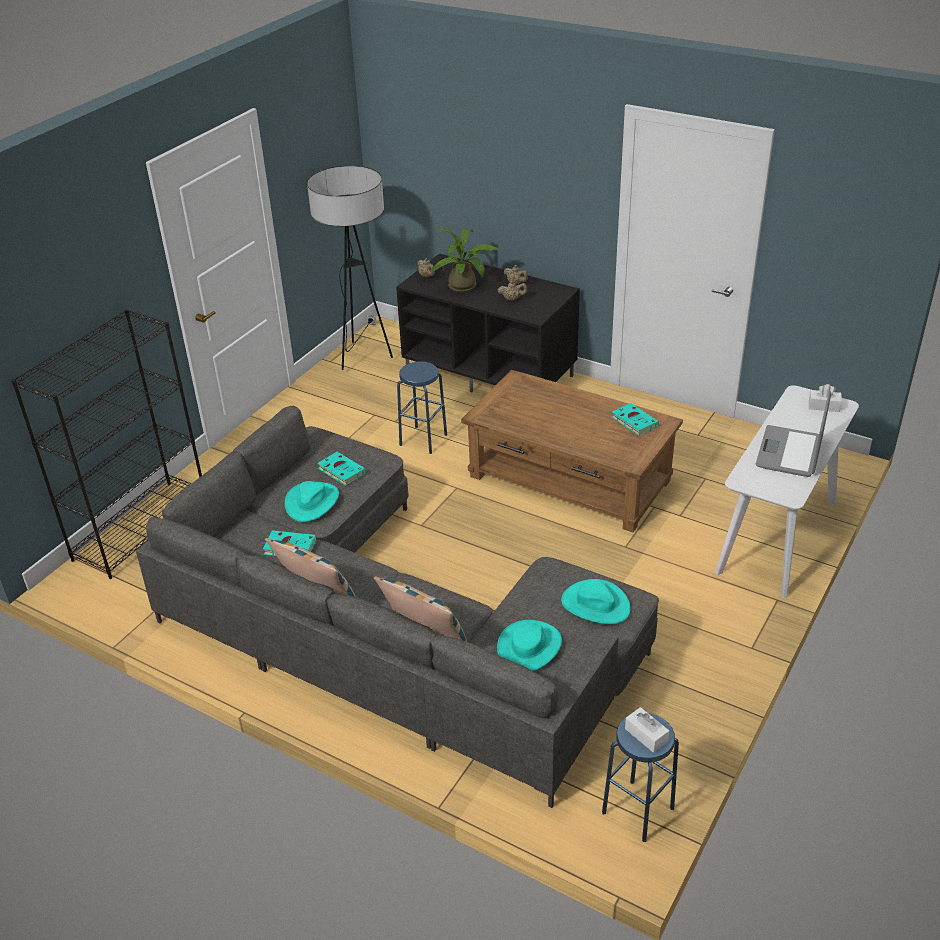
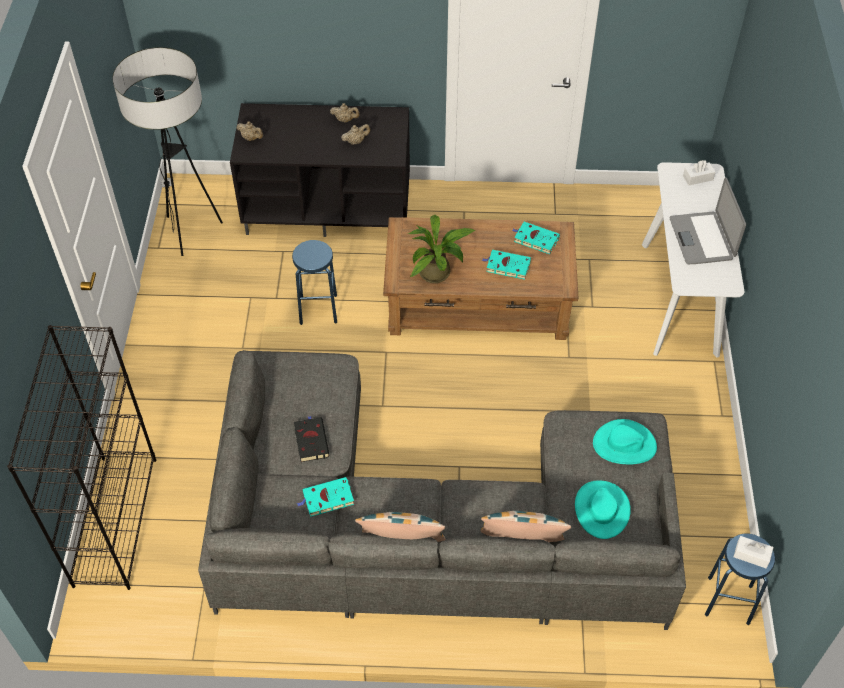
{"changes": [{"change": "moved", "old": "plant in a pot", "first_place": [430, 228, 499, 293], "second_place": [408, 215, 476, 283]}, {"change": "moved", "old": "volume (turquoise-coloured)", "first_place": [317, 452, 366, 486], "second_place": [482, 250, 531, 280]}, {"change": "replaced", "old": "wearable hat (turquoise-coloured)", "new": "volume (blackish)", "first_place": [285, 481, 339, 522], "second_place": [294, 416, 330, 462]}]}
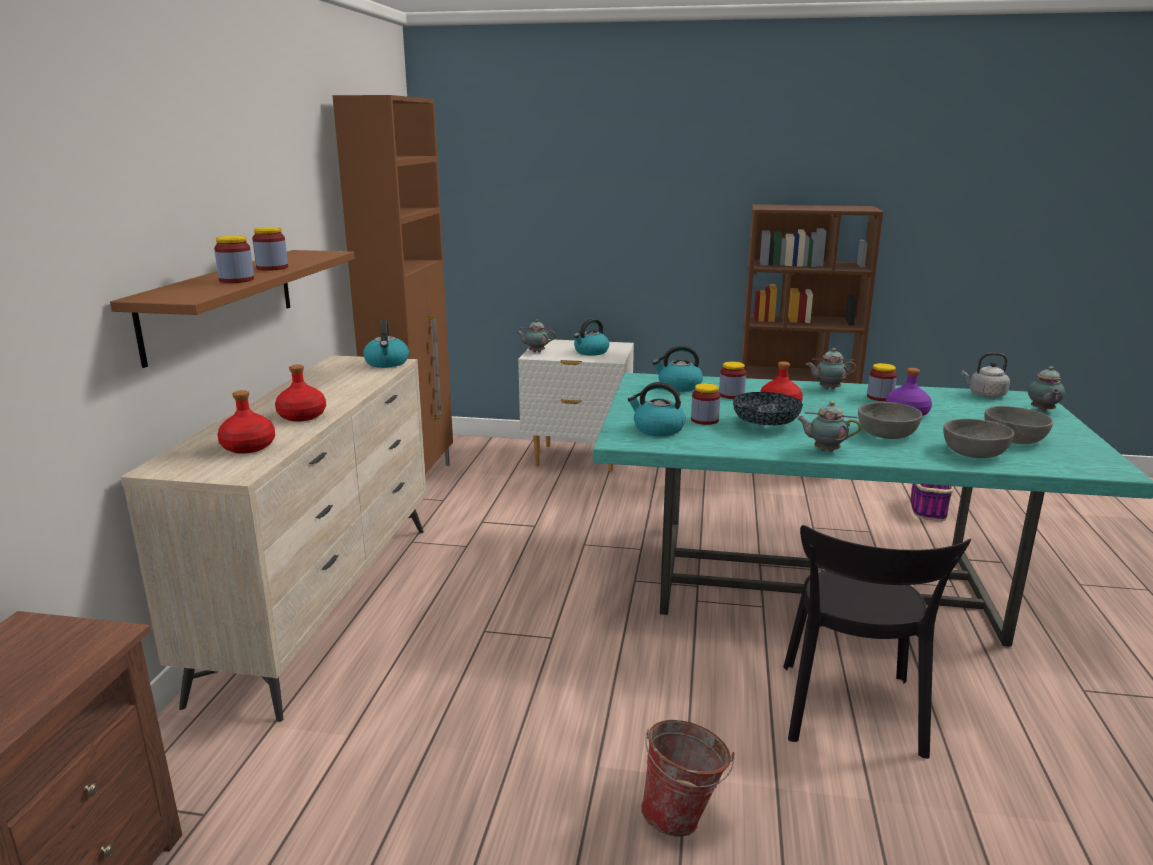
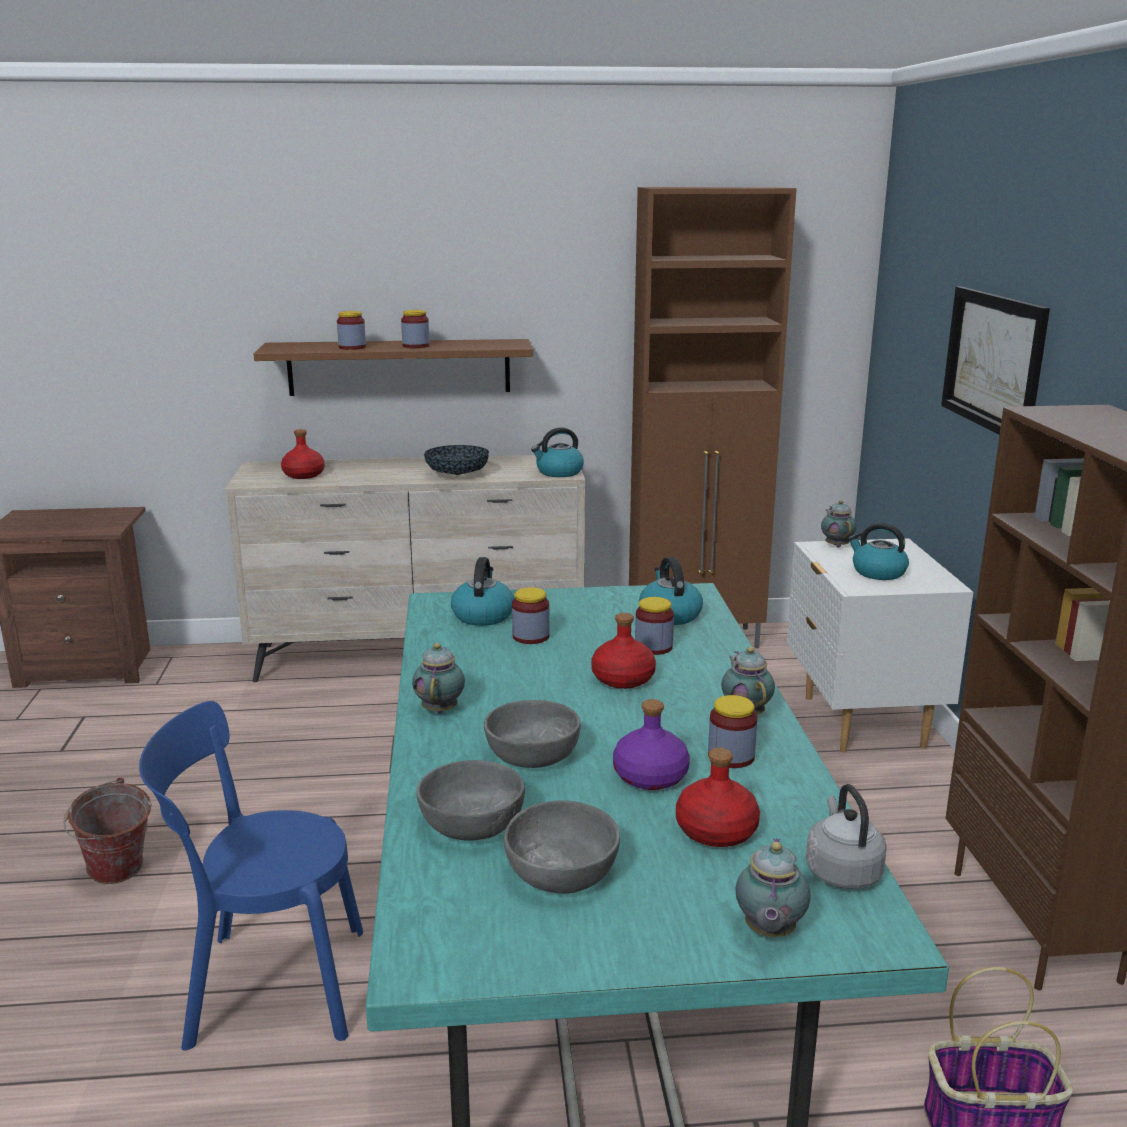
{"changes": [{"change": "moved", "old": "drink bottle (red)", "first_place": [275, 365, 326, 422], "second_place": [676, 748, 760, 847]}, {"change": "turned", "old": "tea pot", "first_place": [1028, 366, 1065, 412], "second_place": [736, 838, 811, 937], "degrees": -75}, {"change": "moved", "old": "deep dish", "first_place": [733, 392, 803, 425], "second_place": [424, 445, 489, 475]}, {"change": "recoloured", "old": "plain chair (blackish)", "new": "plain chair (bluish)", "first_place": [783, 525, 971, 759], "second_place": [139, 701, 363, 1051]}, {"change": "added", "new": "picture", "second_place": [941, 287, 1050, 435]}]}
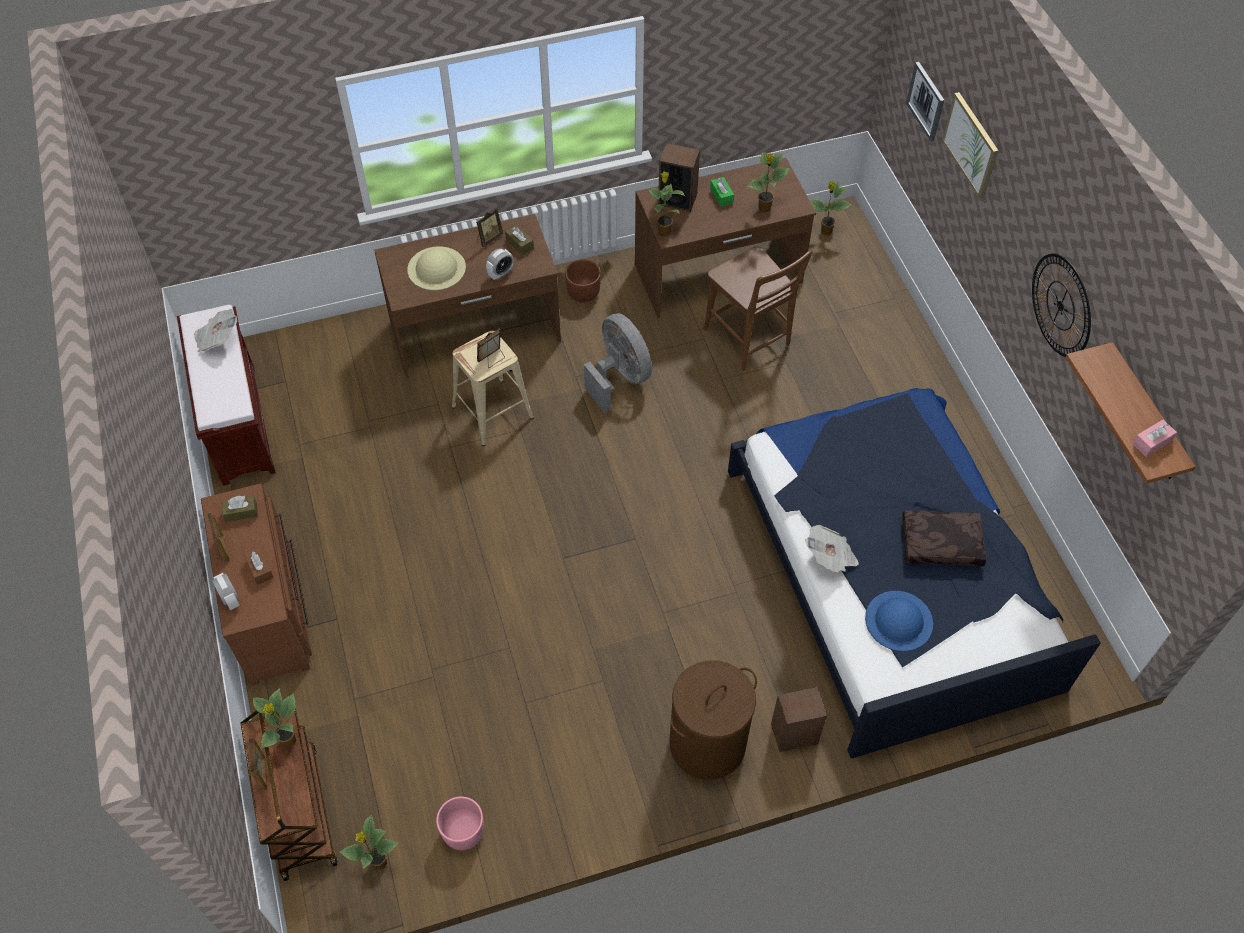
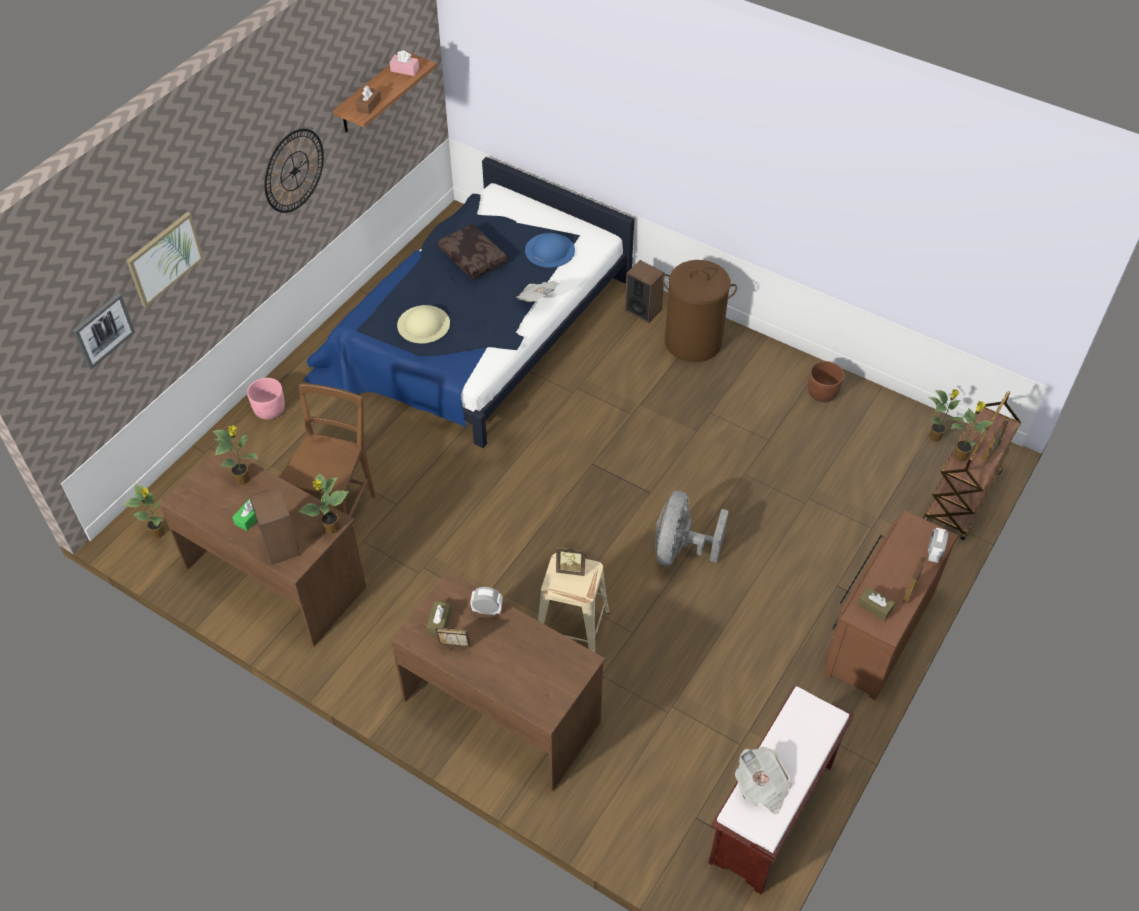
{"changes": [{"change": "moved", "old": "wearable hat (beige-coloured)", "first_place": [407, 246, 466, 290], "second_place": [397, 305, 450, 344]}, {"change": "moved", "old": "plant pot (brown)", "first_place": [565, 259, 601, 303], "second_place": [808, 361, 844, 402]}, {"change": "moved", "old": "fan (gray)", "first_place": [584, 313, 652, 413], "second_place": [655, 491, 729, 566]}, {"change": "moved", "old": "tissue holder (brown)", "first_place": [243, 546, 274, 585], "second_place": [356, 86, 381, 114]}, {"change": "moved", "old": "plant pot (pink)", "first_place": [436, 796, 484, 850], "second_place": [247, 378, 285, 420]}]}
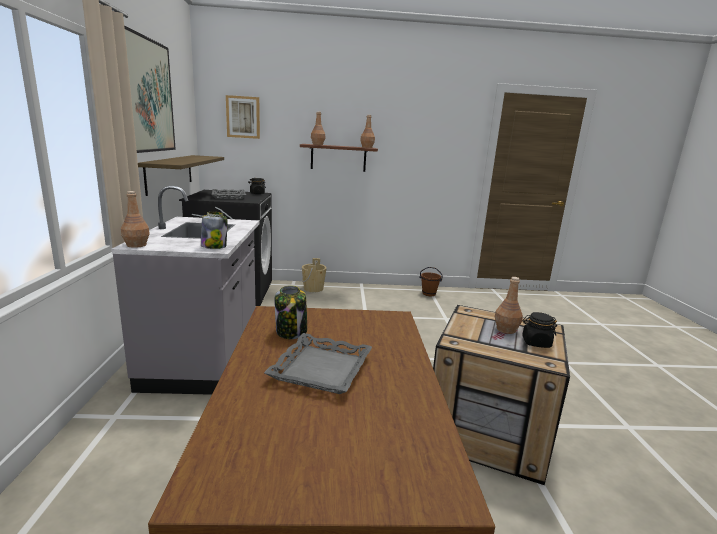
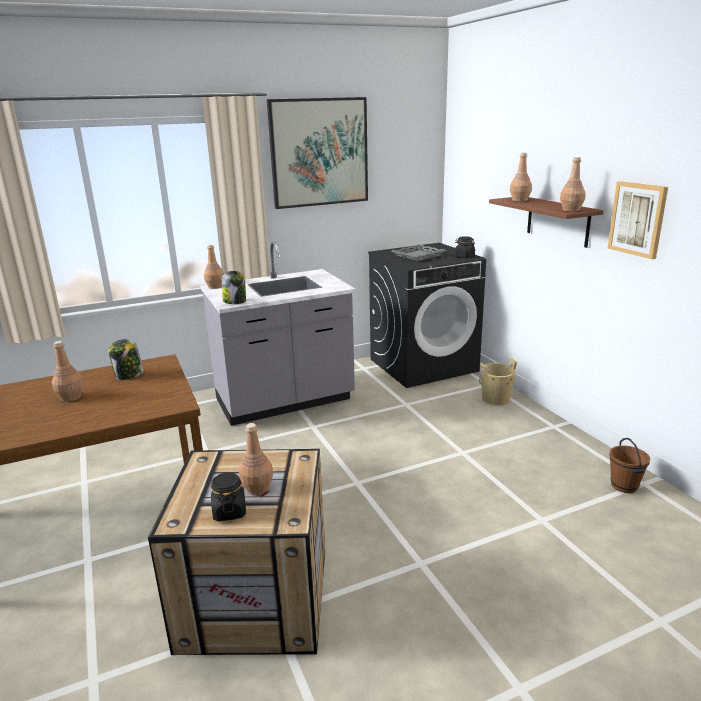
{"changes": [{"change": "moved", "old": "picture", "first_place": [226, 95, 260, 139], "second_place": [608, 181, 668, 259]}, {"change": "removed", "old": "wall shelf", "first_place": [138, 155, 224, 196]}, {"change": "replaced", "old": "serving tray (gray)", "new": "drink bottle (brown)", "first_place": [264, 333, 372, 394], "second_place": [52, 341, 83, 402]}]}
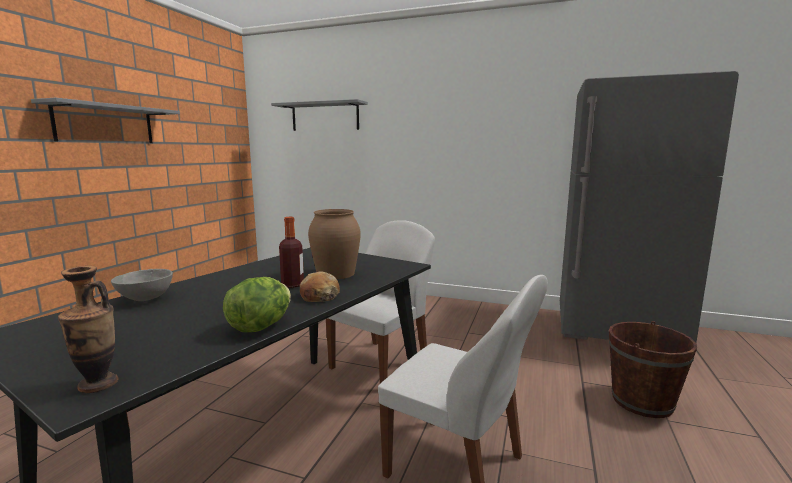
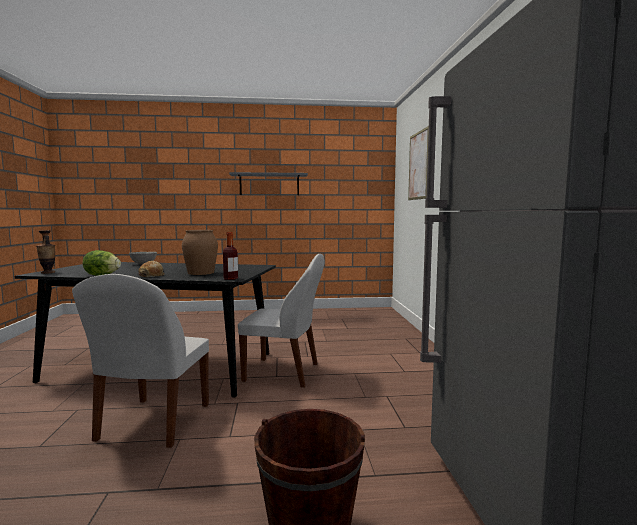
{"changes": [{"change": "replaced", "old": "wall shelf (gray)", "new": "picture", "first_place": [271, 99, 368, 131], "second_place": [408, 126, 429, 200]}, {"change": "moved", "old": "drink bottle", "first_place": [279, 217, 304, 288], "second_place": [223, 232, 238, 280]}]}
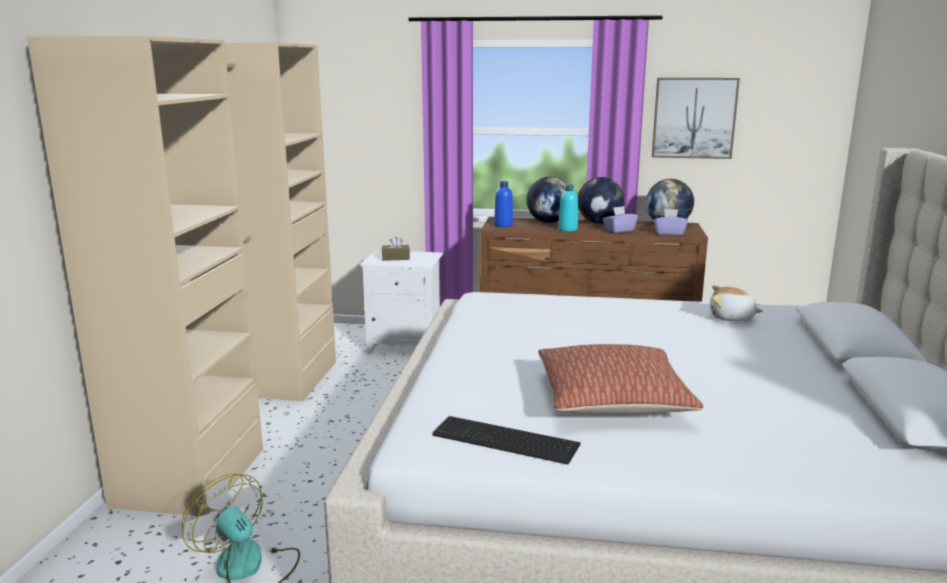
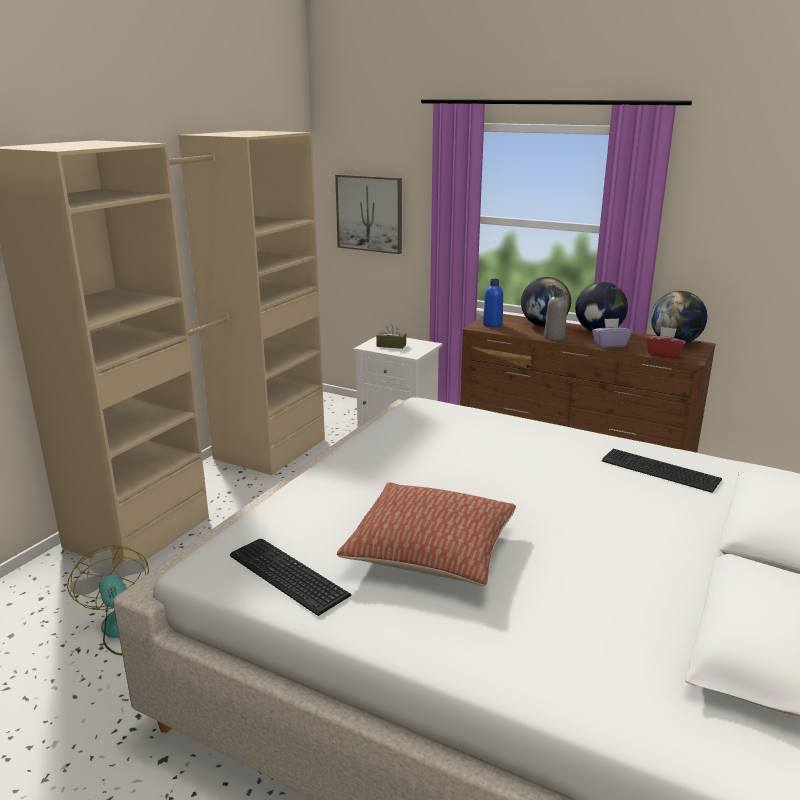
{"changes": [{"change": "moved", "old": "picture", "first_place": [652, 78, 740, 159], "second_place": [335, 174, 402, 254]}, {"change": "recoloured", "old": "drink bottle (turquoise-coloured)", "new": "drink bottle (gray)", "first_place": [558, 184, 578, 232], "second_place": [544, 289, 567, 340]}, {"change": "recoloured", "old": "tissue holder (purple)", "new": "tissue holder (red)", "first_place": [654, 209, 688, 235], "second_place": [647, 326, 686, 359]}, {"change": "replaced", "old": "soft toy", "new": "PC keyboard", "first_place": [710, 285, 763, 321], "second_place": [602, 449, 722, 493]}]}
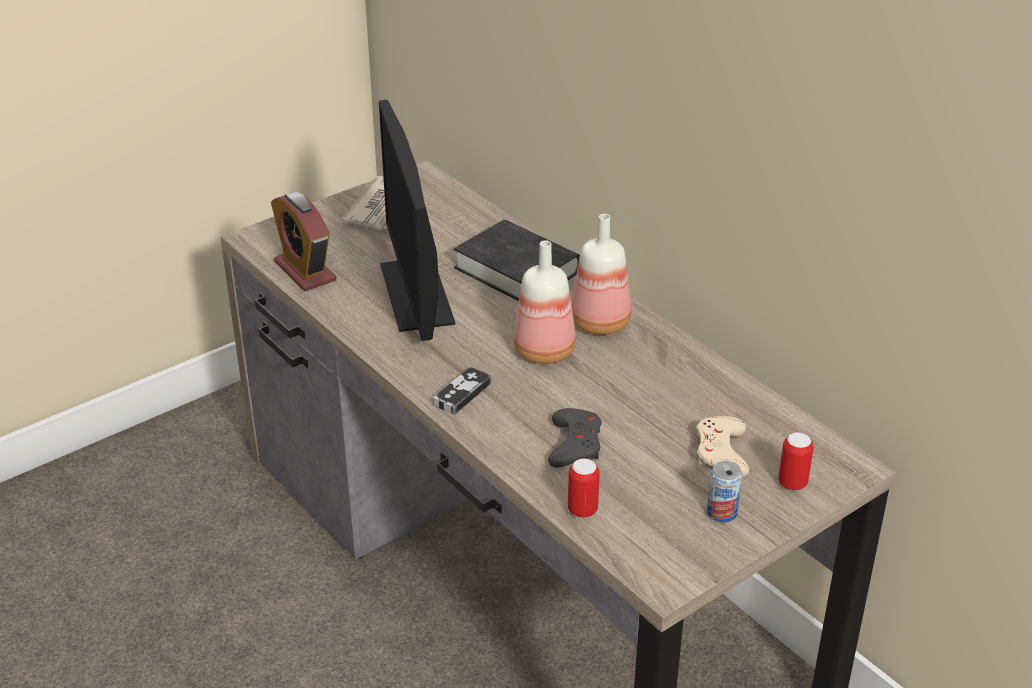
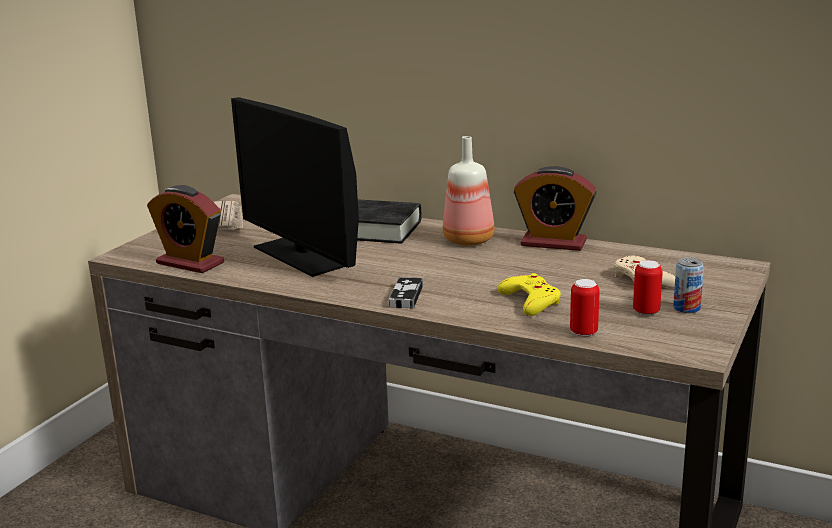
{"changes": [{"change": "removed", "old": "drink bottle", "first_place": [513, 240, 576, 364]}, {"change": "recoloured", "old": "game controller (gray)", "new": "game controller (yellow)", "first_place": [548, 408, 602, 468], "second_place": [497, 273, 561, 316]}, {"change": "moved", "old": "sealed can", "first_place": [778, 432, 814, 490], "second_place": [633, 260, 663, 316]}, {"change": "added", "new": "alarm clock", "second_place": [514, 166, 597, 251]}]}
